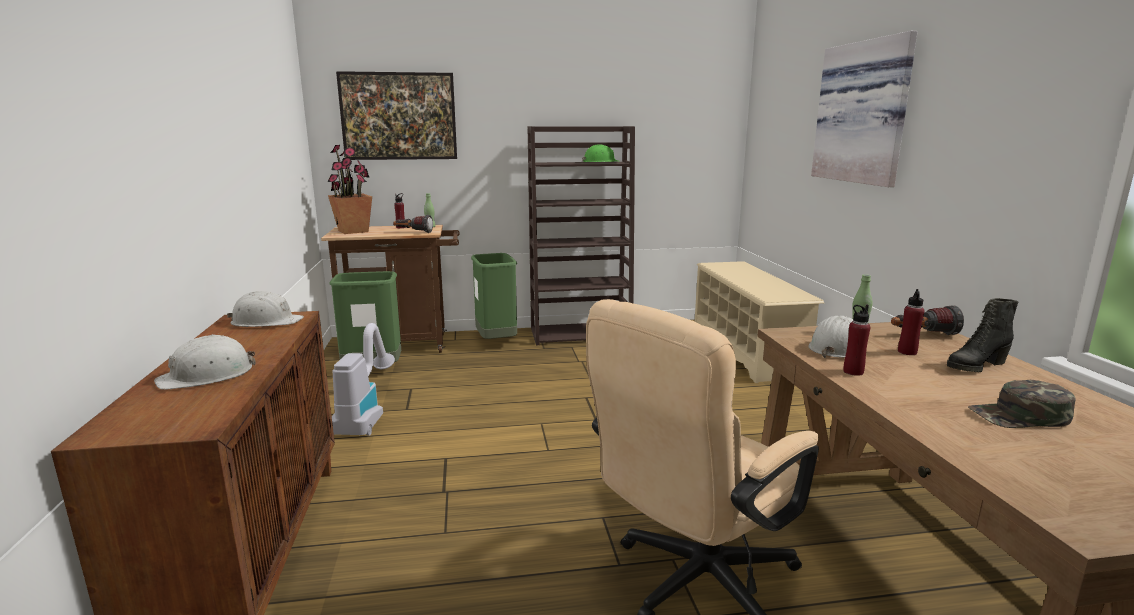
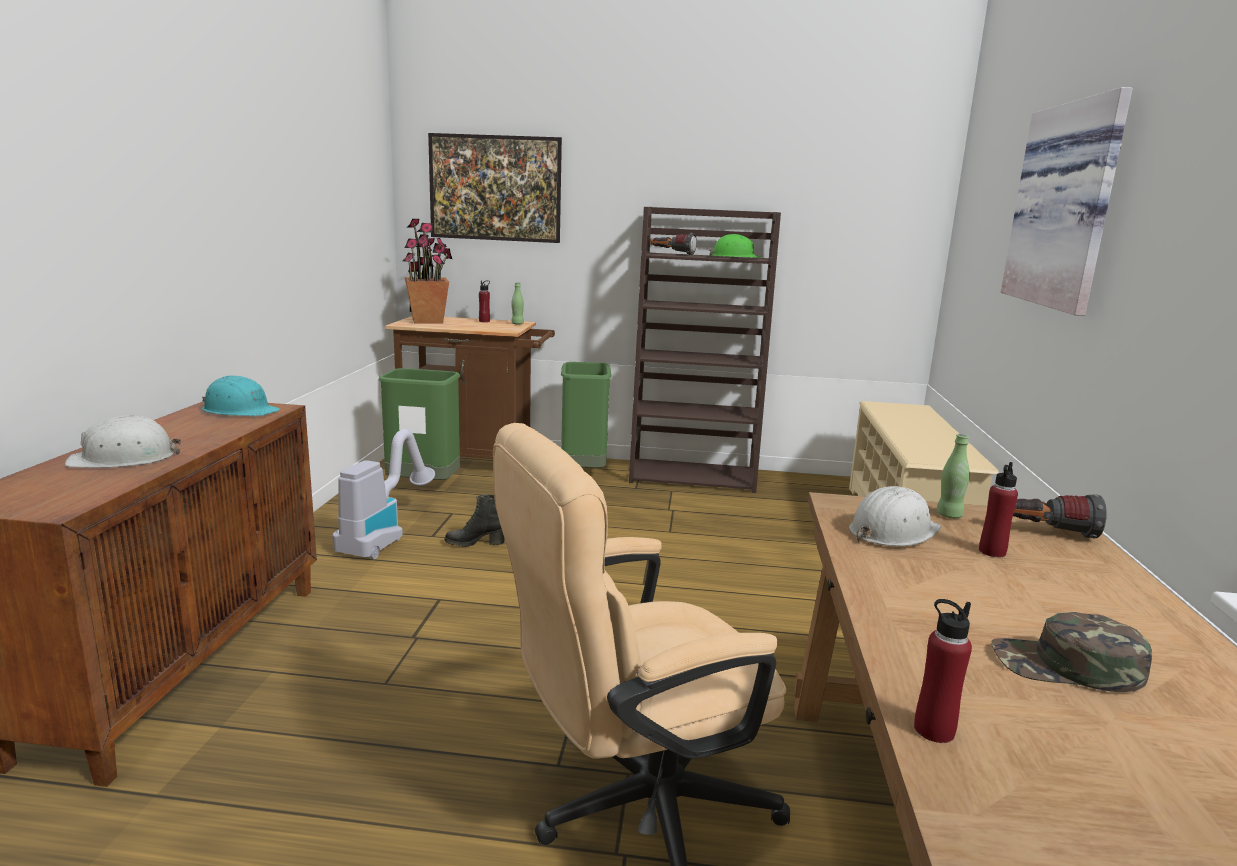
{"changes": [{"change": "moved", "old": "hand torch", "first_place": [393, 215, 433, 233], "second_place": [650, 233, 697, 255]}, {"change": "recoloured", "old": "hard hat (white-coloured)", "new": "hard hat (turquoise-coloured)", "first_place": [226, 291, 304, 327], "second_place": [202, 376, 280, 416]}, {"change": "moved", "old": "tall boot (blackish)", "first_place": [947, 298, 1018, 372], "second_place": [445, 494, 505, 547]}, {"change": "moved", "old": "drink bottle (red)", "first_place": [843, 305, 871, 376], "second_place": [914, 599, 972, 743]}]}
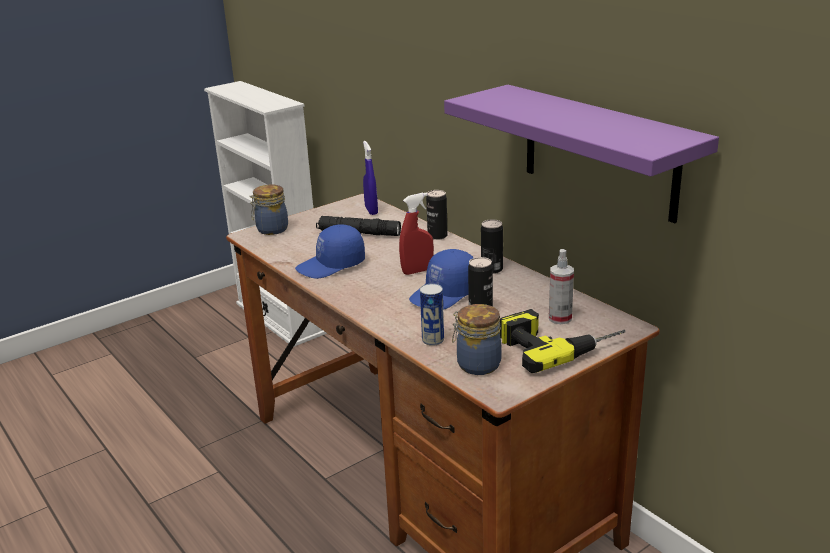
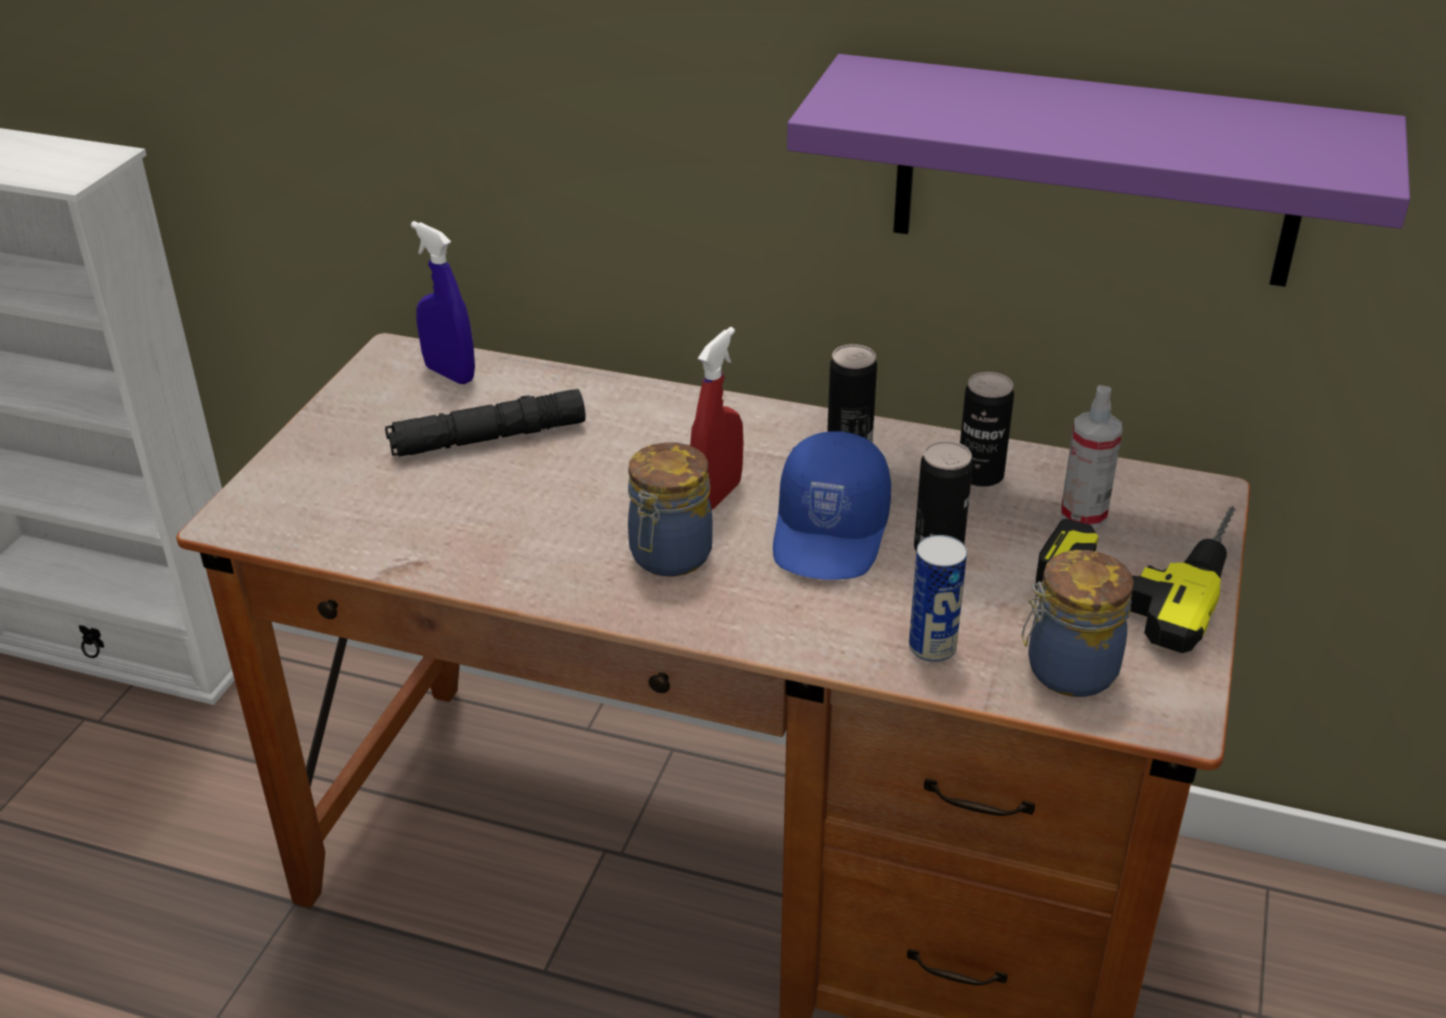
{"changes": [{"change": "moved", "old": "preserve jar", "first_place": [249, 184, 288, 235], "second_place": [628, 442, 713, 576]}, {"change": "moved", "old": "sealed can", "first_place": [426, 190, 448, 240], "second_place": [960, 372, 1014, 487]}, {"change": "removed", "old": "cap (bluish)", "first_place": [295, 224, 365, 279]}]}
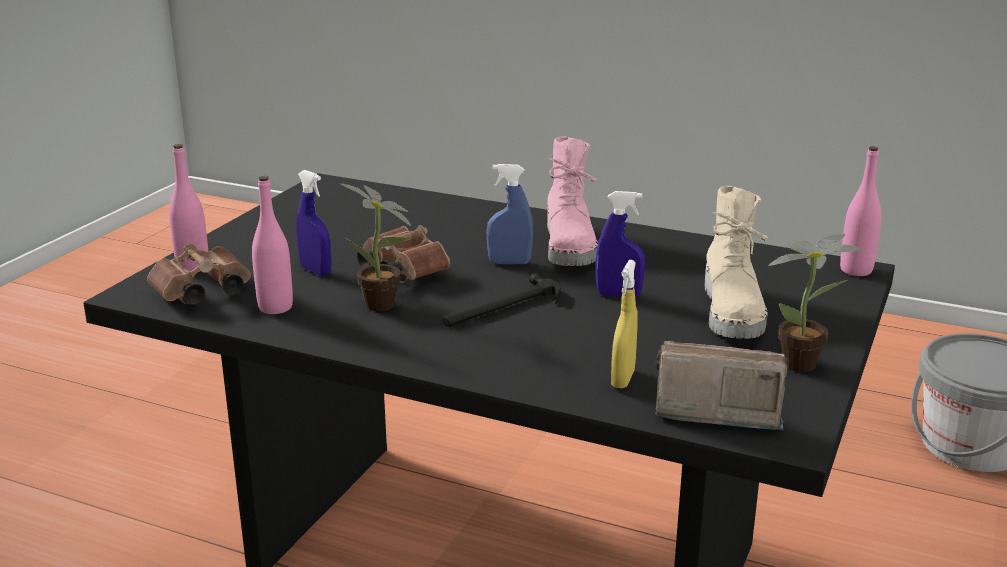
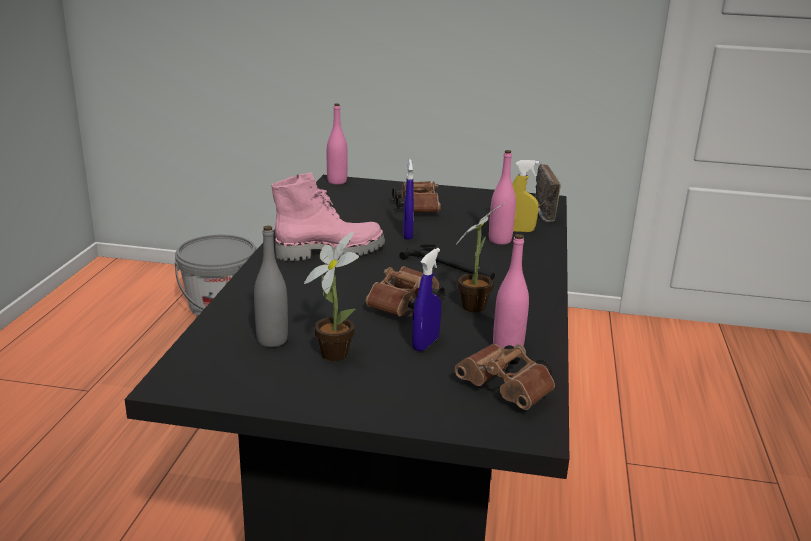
{"changes": [{"change": "moved", "old": "drink bottle (pink)", "first_place": [169, 144, 208, 272], "second_place": [489, 150, 516, 245]}, {"change": "removed", "old": "sprayer (bluish)", "first_place": [486, 164, 533, 264]}, {"change": "replaced", "old": "tall boot (beige-coloured)", "new": "field glasses (brown)", "first_place": [704, 186, 768, 339], "second_place": [392, 181, 441, 213]}, {"change": "moved", "old": "plant in a pot", "first_place": [768, 234, 863, 372], "second_place": [304, 231, 359, 361]}, {"change": "added", "new": "drink bottle (gray)", "second_place": [254, 226, 288, 347]}]}
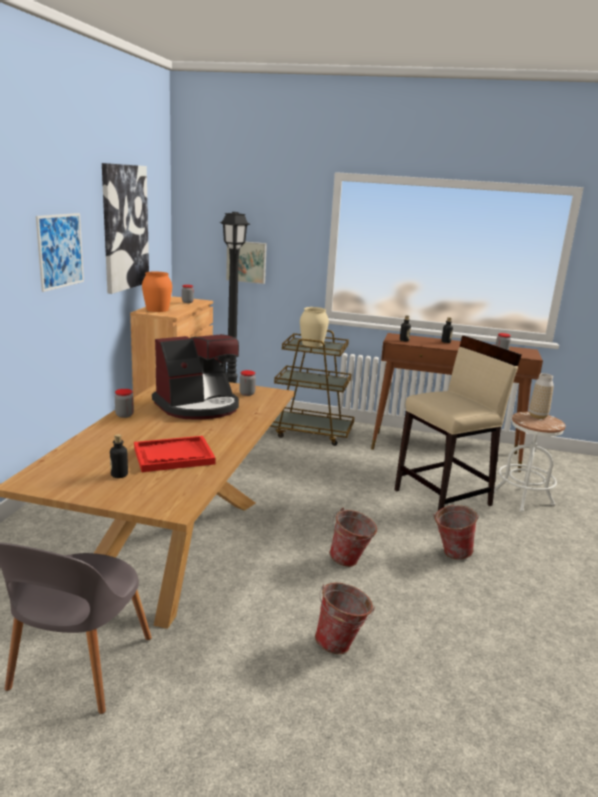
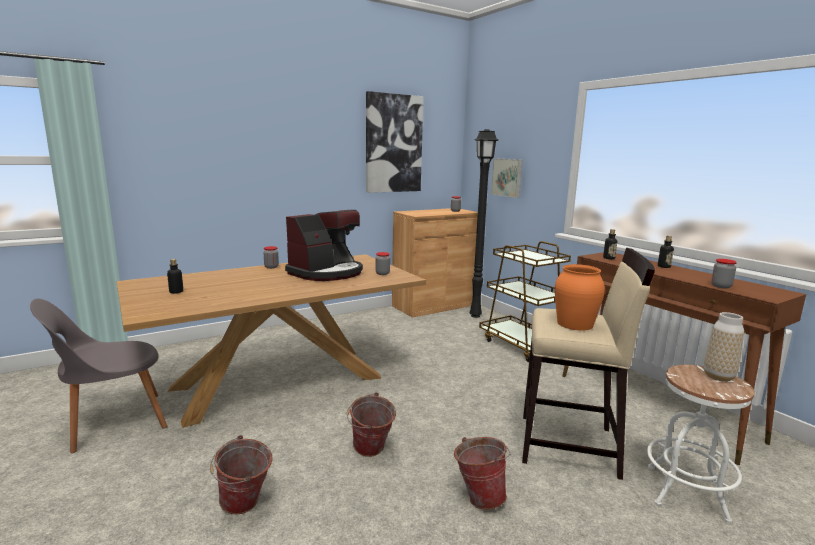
{"changes": [{"change": "removed", "old": "picture", "first_place": [36, 213, 84, 292]}, {"change": "moved", "old": "vase (orangey)", "first_place": [142, 272, 172, 312], "second_place": [555, 264, 605, 331]}, {"change": "removed", "old": "vase (beige-coloured)", "first_place": [300, 307, 329, 347]}, {"change": "turned", "old": "coffee brewer", "first_place": [152, 334, 239, 420], "second_place": [285, 210, 363, 281], "degrees": -60}, {"change": "removed", "old": "serving tray (red)", "first_place": [134, 436, 216, 472]}]}
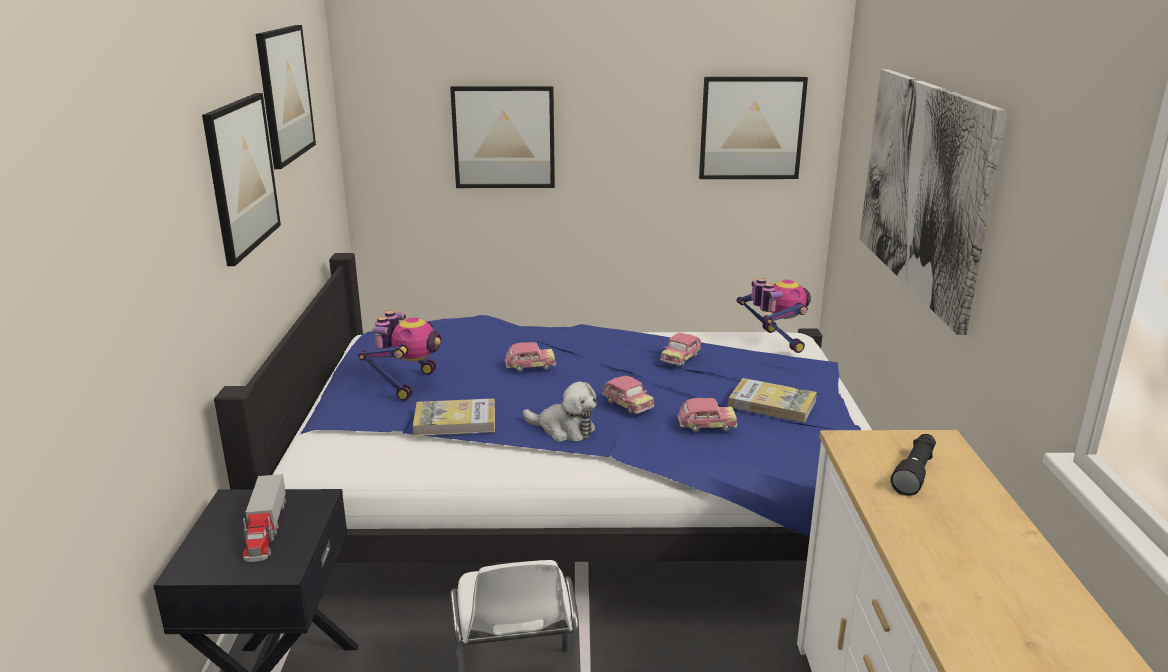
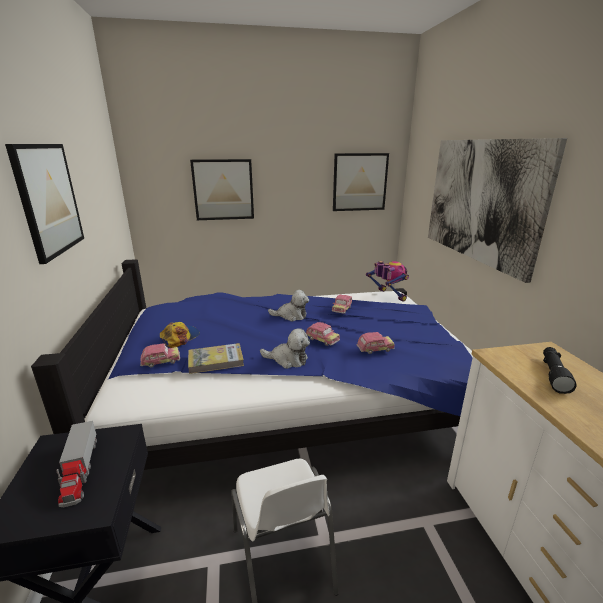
{"changes": [{"change": "removed", "old": "picture", "first_place": [256, 25, 316, 169]}, {"change": "replaced", "old": "toy robot", "new": "cap", "first_place": [358, 310, 441, 401], "second_place": [160, 322, 200, 348]}, {"change": "moved", "old": "model car", "first_place": [505, 342, 556, 371], "second_place": [140, 344, 180, 368]}, {"change": "removed", "old": "volume", "first_place": [728, 378, 817, 423]}, {"change": "added", "new": "soft toy", "second_place": [268, 290, 309, 321]}]}
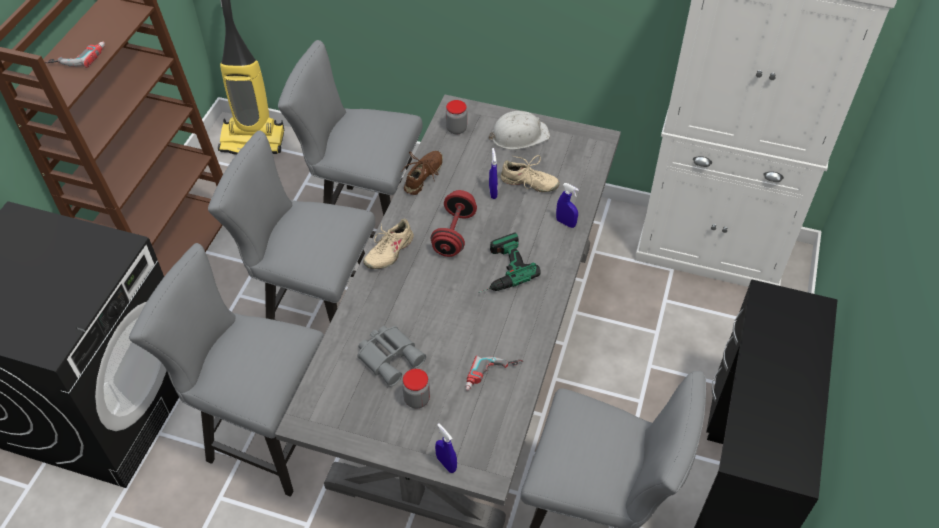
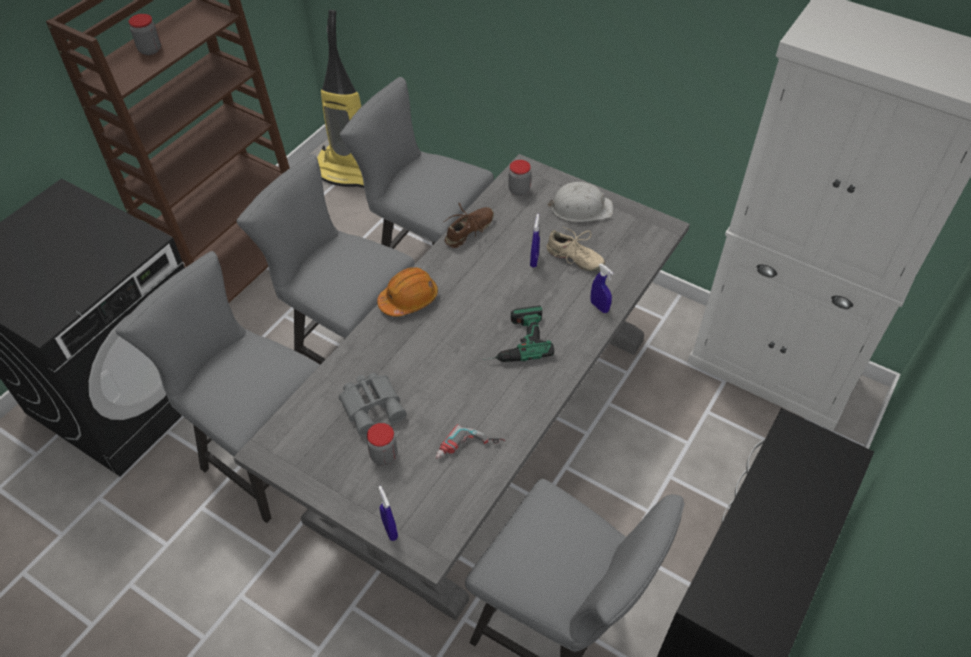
{"changes": [{"change": "replaced", "old": "drill", "new": "preserve jar", "first_place": [45, 42, 105, 68], "second_place": [129, 14, 161, 55]}, {"change": "removed", "old": "hand weight (red)", "first_place": [431, 190, 477, 257]}, {"change": "replaced", "old": "low shoe (beige-coloured)", "new": "hard hat (orangey)", "first_place": [363, 219, 414, 269], "second_place": [377, 267, 438, 317]}]}
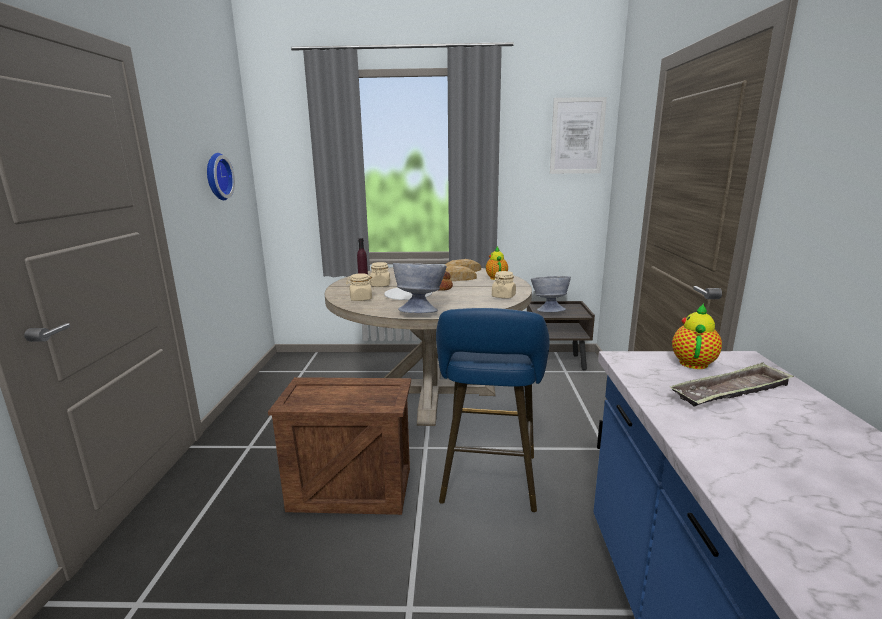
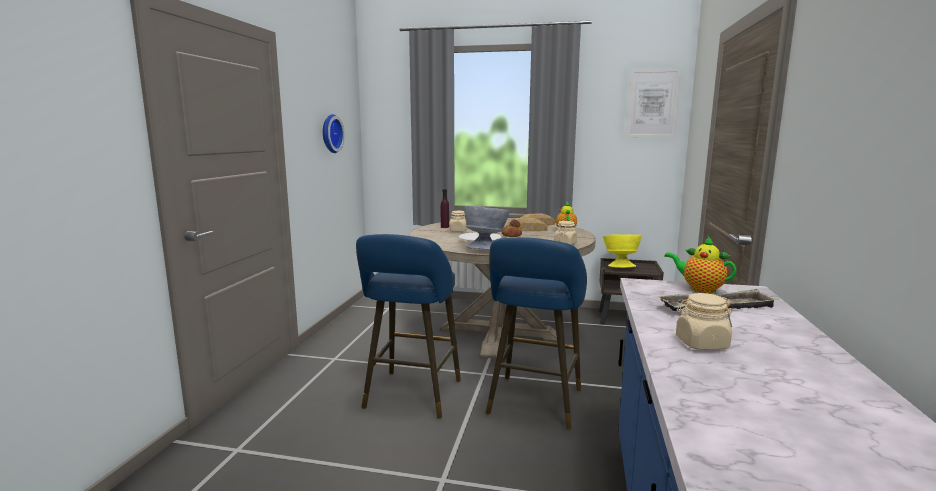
{"changes": [{"change": "moved", "old": "preserve jar (beige-coloured)", "first_place": [346, 273, 374, 301], "second_place": [676, 293, 732, 350]}, {"change": "recoloured", "old": "deep dish (gray)", "new": "deep dish (yellow)", "first_place": [531, 276, 571, 312], "second_place": [603, 234, 642, 268]}, {"change": "turned", "old": "tea pot", "first_place": [672, 303, 722, 369], "second_place": [664, 237, 737, 293], "degrees": -90}, {"change": "replaced", "old": "crate", "new": "stool (bluish)", "first_place": [268, 377, 411, 515], "second_place": [356, 234, 461, 419]}]}
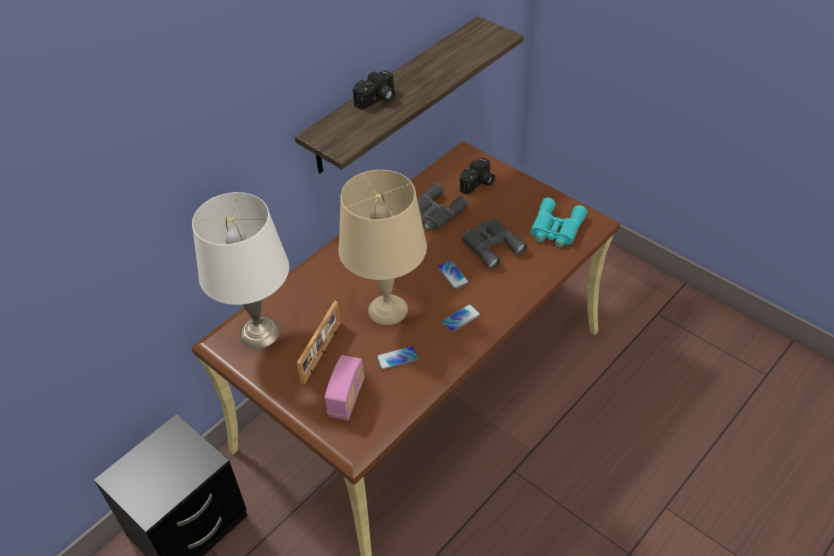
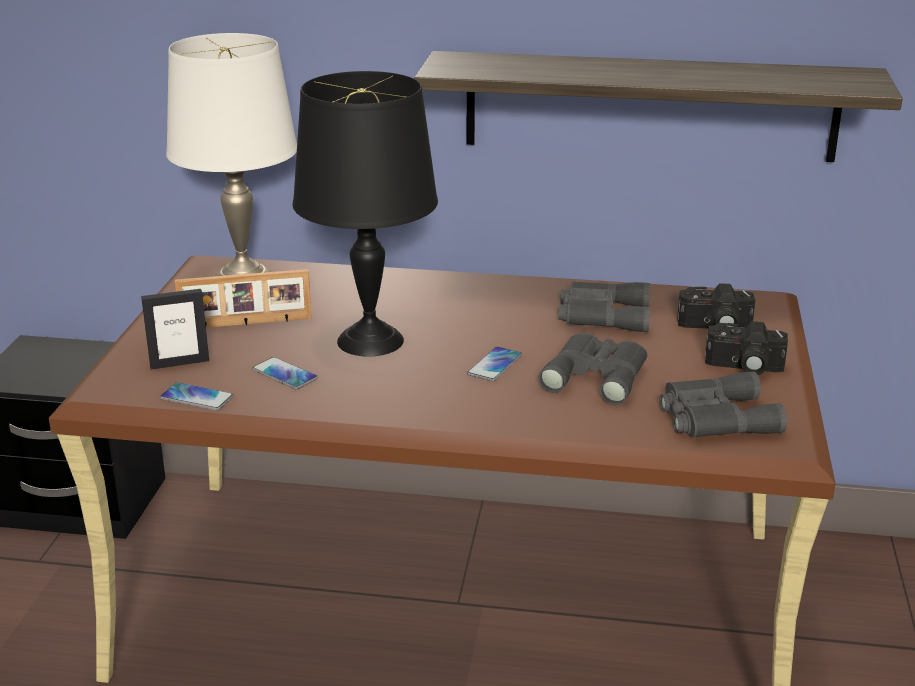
{"changes": [{"change": "moved", "old": "photo camera", "first_place": [353, 70, 395, 110], "second_place": [705, 321, 788, 375]}, {"change": "recoloured", "old": "tabletop lamp (beige-coloured)", "new": "tabletop lamp (blackish)", "first_place": [338, 170, 427, 325], "second_place": [293, 71, 438, 357]}, {"change": "recoloured", "old": "field glasses (turquoise-coloured)", "new": "field glasses (gray)", "first_place": [530, 198, 587, 247], "second_place": [659, 371, 787, 437]}, {"change": "moved", "old": "phone", "first_place": [441, 304, 481, 332], "second_place": [160, 382, 234, 411]}, {"change": "replaced", "old": "radio receiver", "new": "picture frame", "first_place": [325, 355, 364, 421], "second_place": [141, 289, 209, 370]}]}
